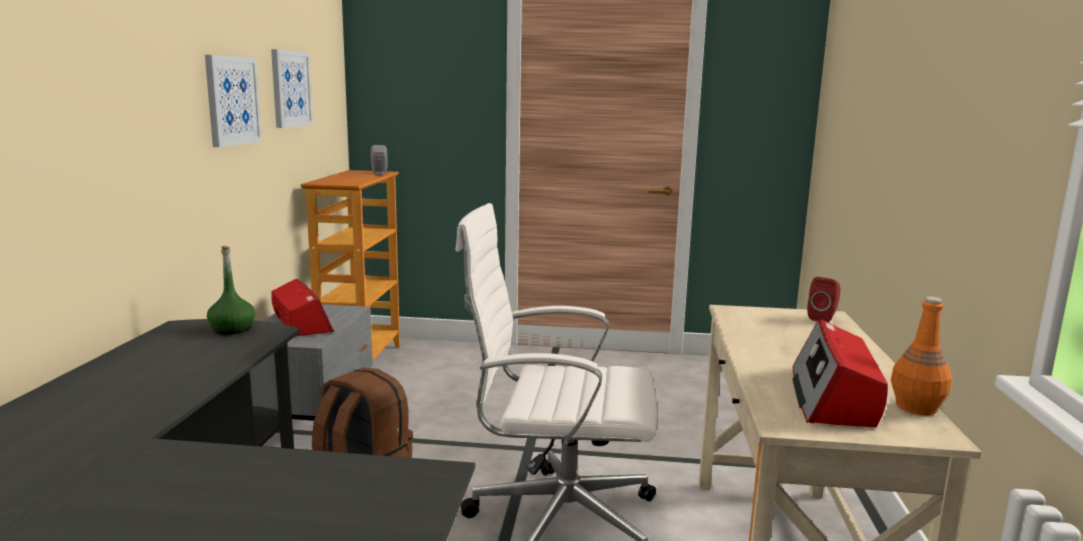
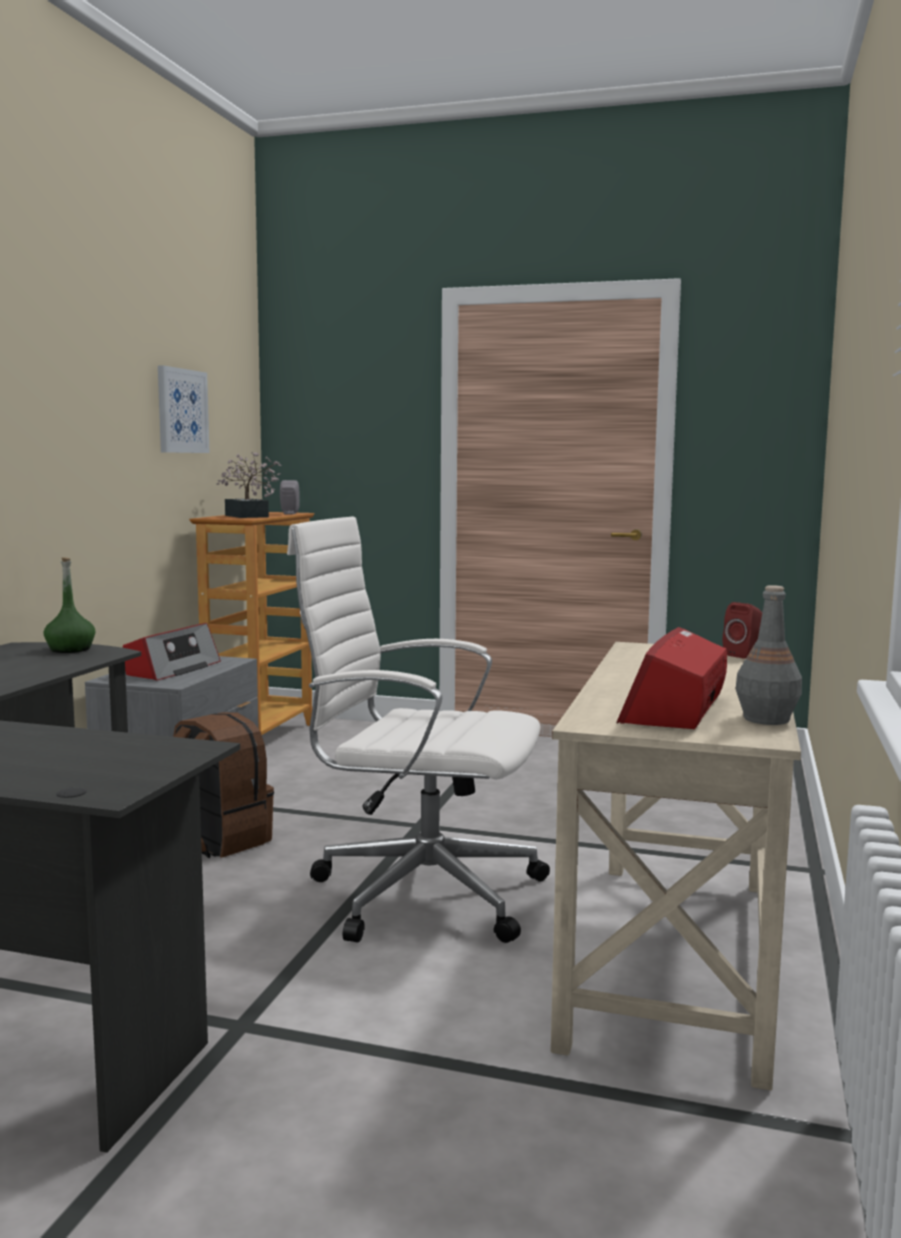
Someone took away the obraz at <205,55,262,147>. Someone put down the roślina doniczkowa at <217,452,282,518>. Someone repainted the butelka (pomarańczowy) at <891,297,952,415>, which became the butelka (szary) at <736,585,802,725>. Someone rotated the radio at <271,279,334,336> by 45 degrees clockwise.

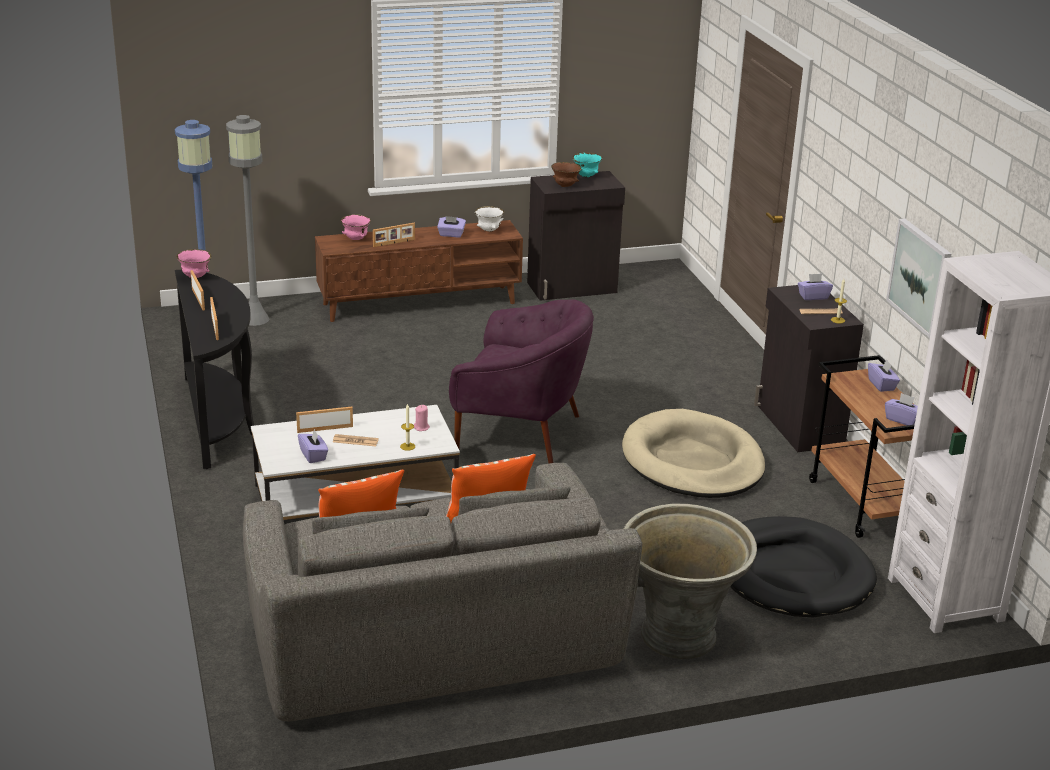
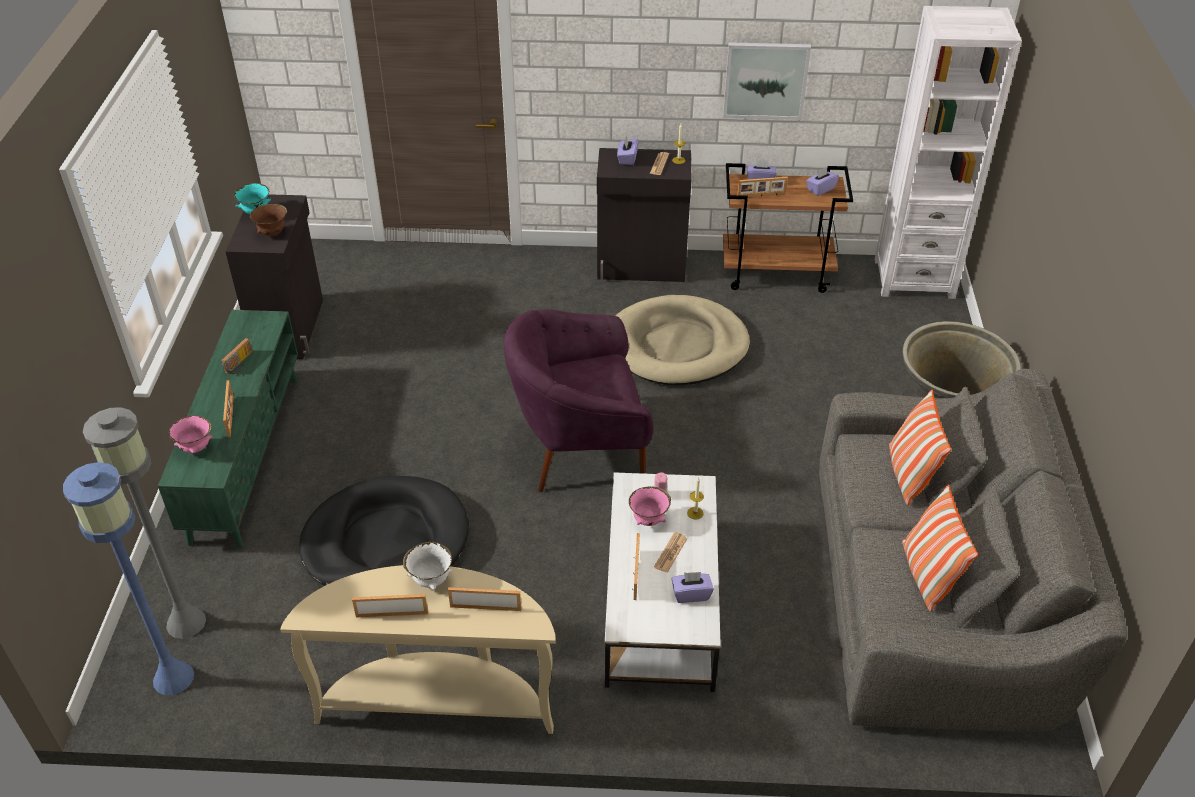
Someone put down the ramka na zdjęcie at <738,177,788,197>. Someone carried the miska (różowy) from <176,249,211,278> to <629,487,671,526>. Someone carried the miska (biały) from <475,206,504,232> to <403,542,452,590>. Someone carried the legowisko (czarny) from <731,516,877,617> to <300,476,469,586>. Someone swapped the pudełko chusteczek (fioletowy) at <437,216,466,237> for the radio at <221,338,252,374>. Someone repainted the stolik konsolowy (czarny) at <175,270,254,469>, which became the stolik konsolowy (beżowy) at <280,565,556,734>. Someone repainted the szafka pod telewizor (brązowy) at <315,220,523,322>, which became the szafka pod telewizor (zielony) at <158,310,298,548>. Someone rotated the fotel (fioletowy) at <449,299,594,463> by 135 degrees counterclockwise.

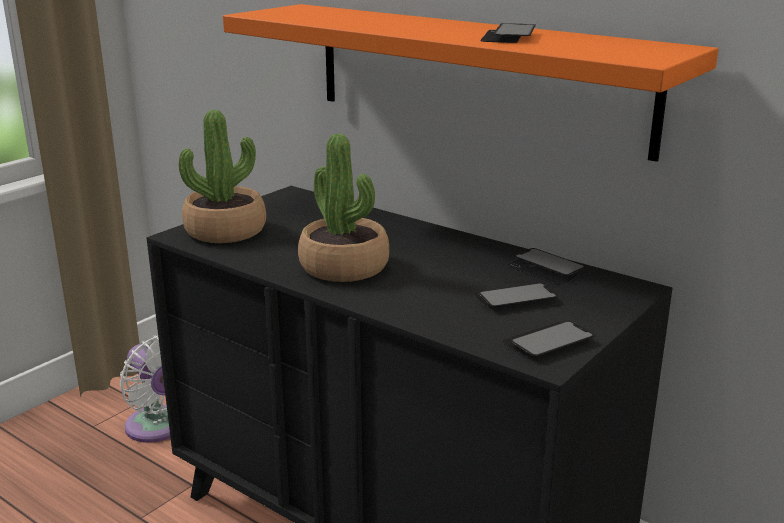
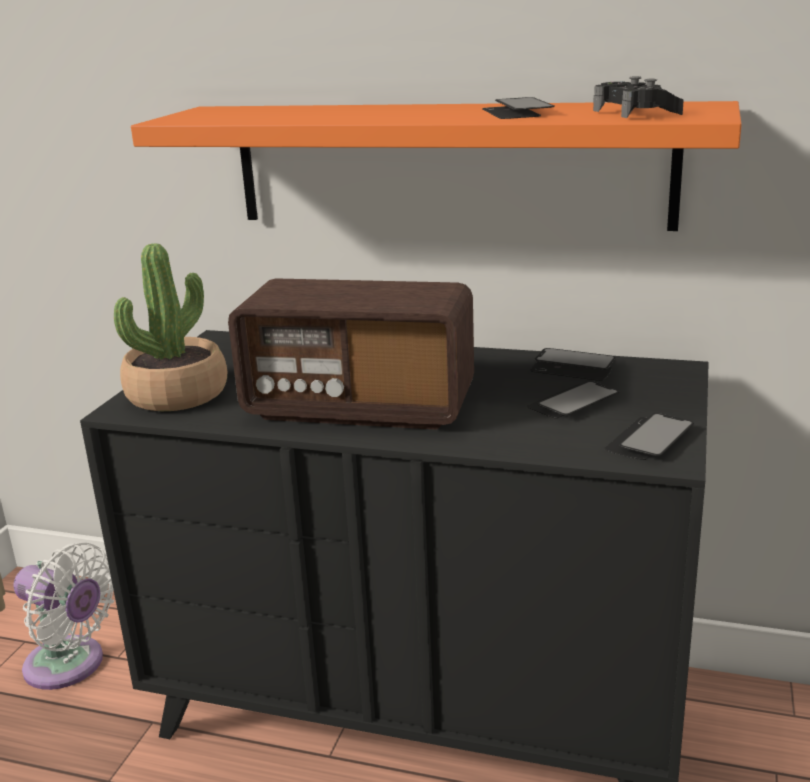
Someone put down the pad do gier (czarny) at <593,76,684,118>. Someone swapped the roślina doniczkowa at <298,134,389,282> for the radio at <228,278,474,430>.

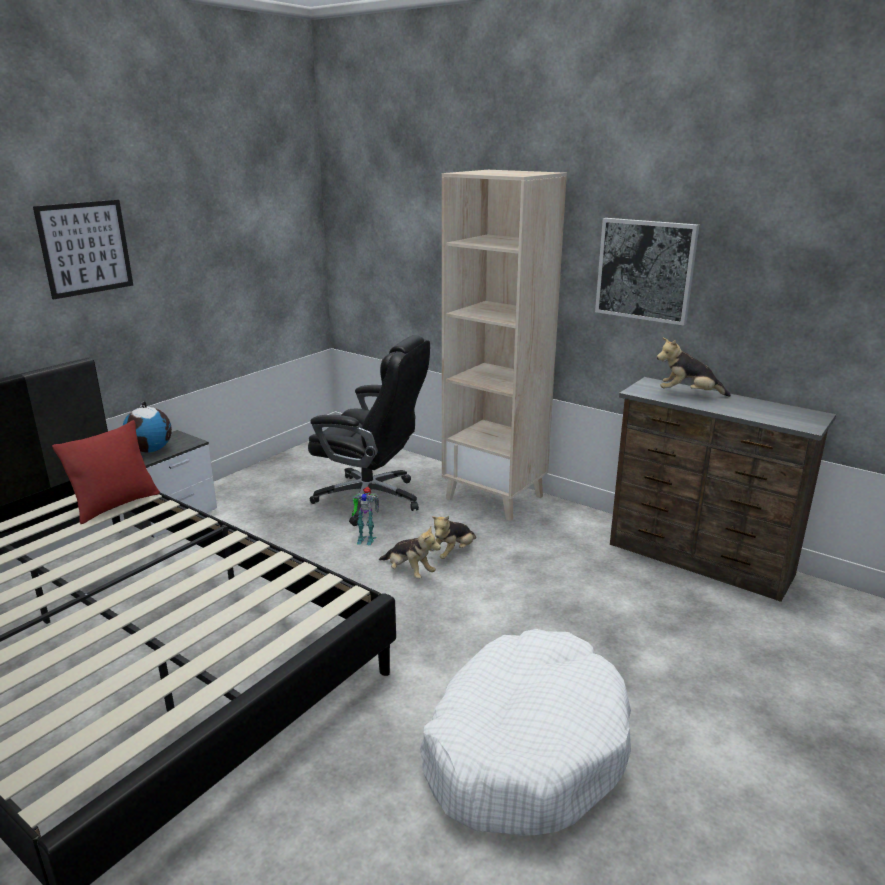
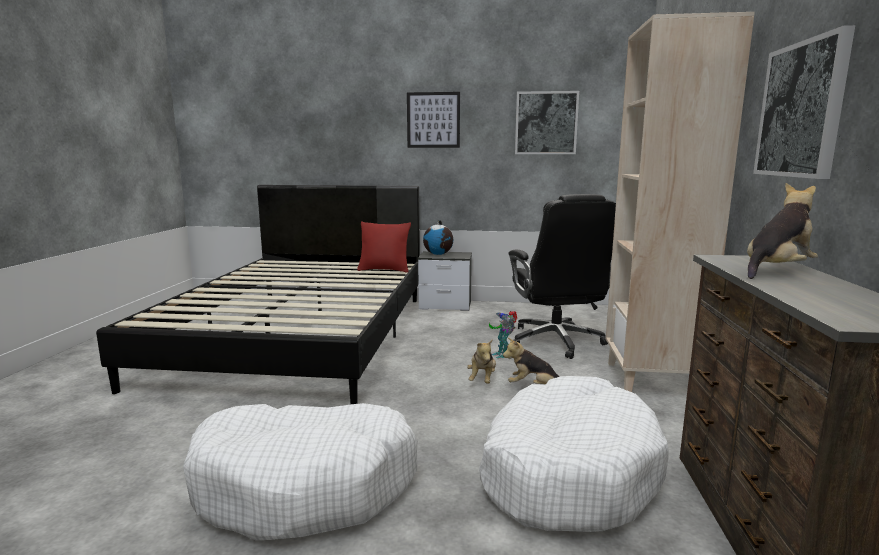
Someone put down the legowisko (biały) at <479,376,669,532>. Someone put up the obraz at <515,91,579,154>. Someone rotated the pluszak at <657,338,731,397> by 75 degrees clockwise.

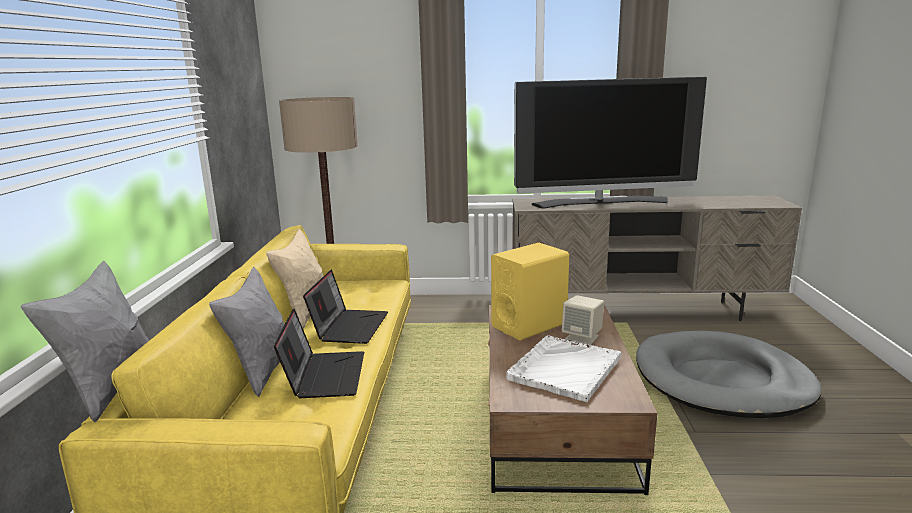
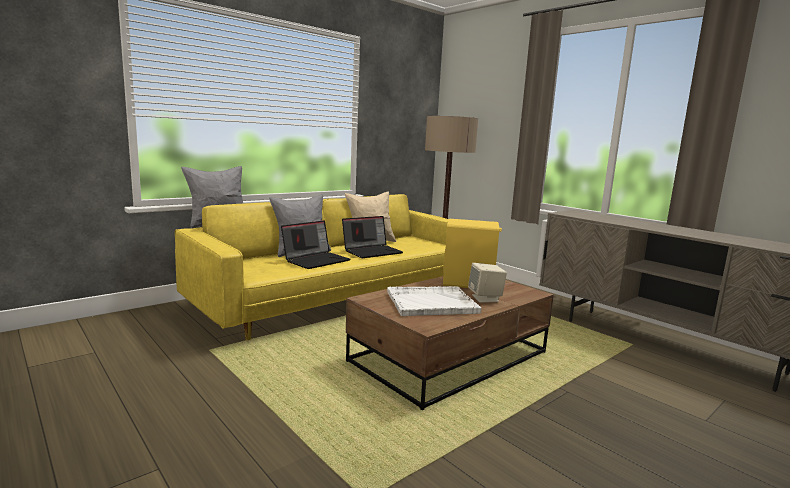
Someone took away the telewizor at <514,77,707,208>. Someone took away the legowisko (szary) at <636,331,821,418>.

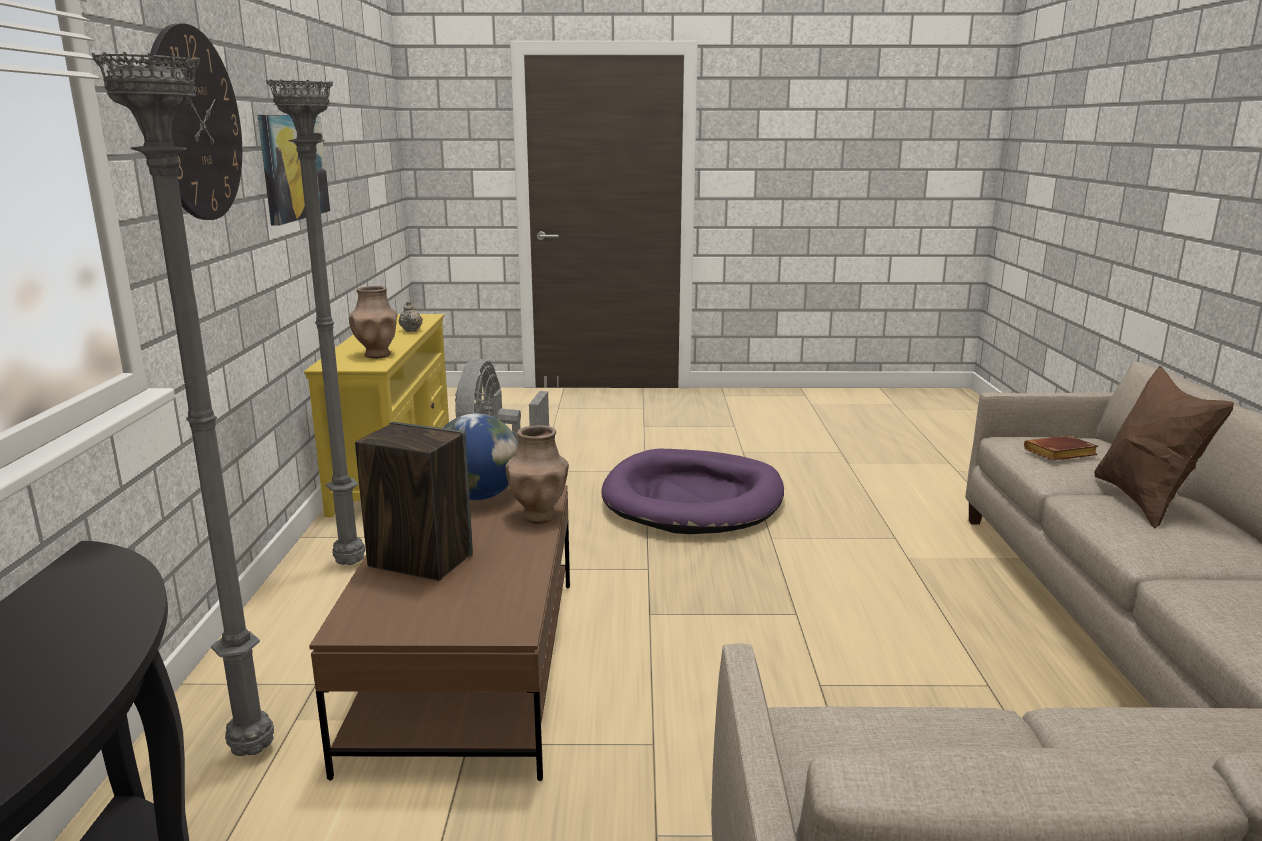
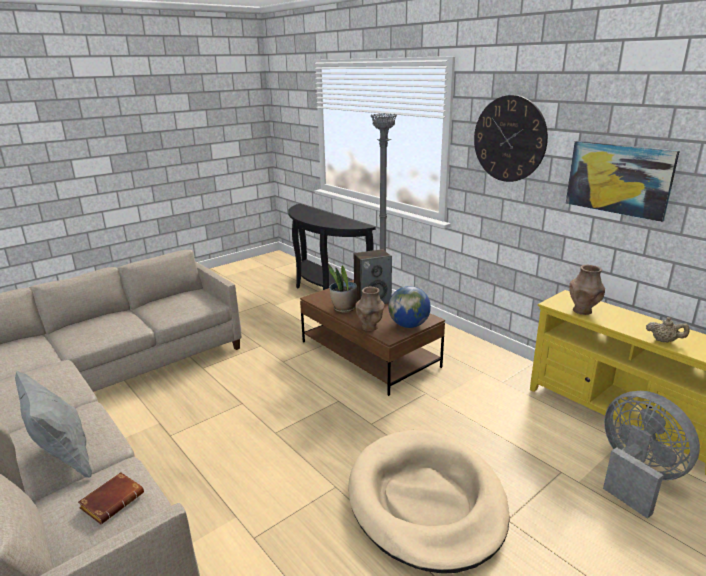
Someone took away the lampa stojąca (szary) at <266,79,366,565>. Someone put down the roślina doniczkowa at <328,264,357,313>. Someone repainted the legowisko (fioletowy) at <602,449,784,534>, which became the legowisko (beżowy) at <348,430,510,574>. Someone repainted the poduszka (brązowy) at <1094,366,1234,528>, which became the poduszka (szary) at <15,371,92,478>.

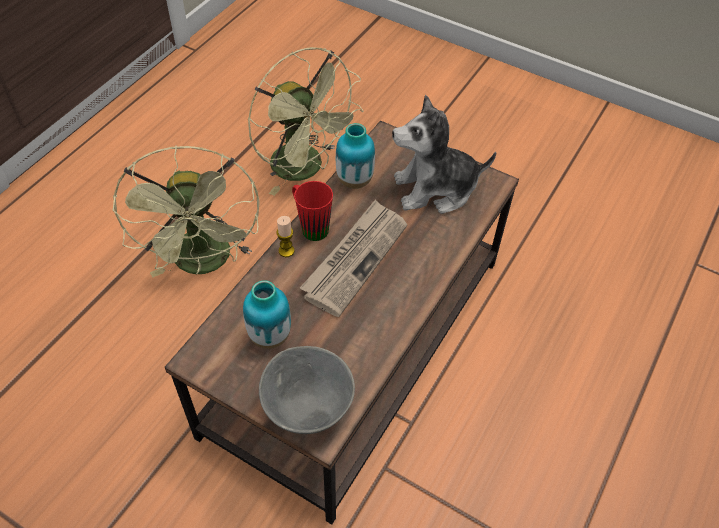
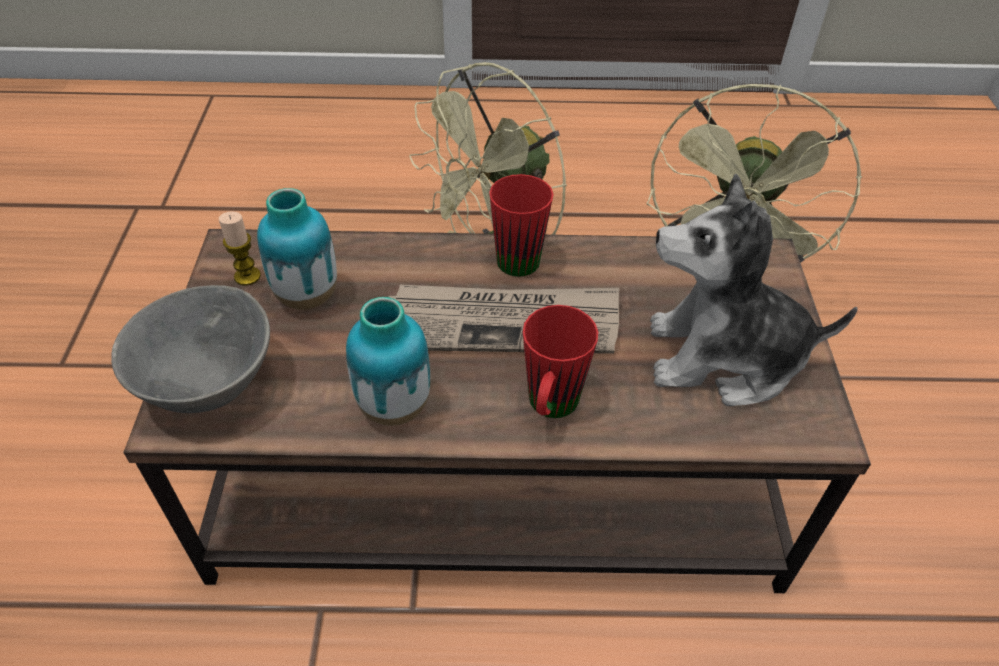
Someone put down the kubek (czerwony) at <523,305,598,418>. Someone carried the świeca from <276,216,295,257> to <219,211,261,286>. Someone carried the wazon from <336,123,375,189> to <346,297,430,426>. Someone rotated the pluszak at <392,95,496,214> by 45 degrees counterclockwise.

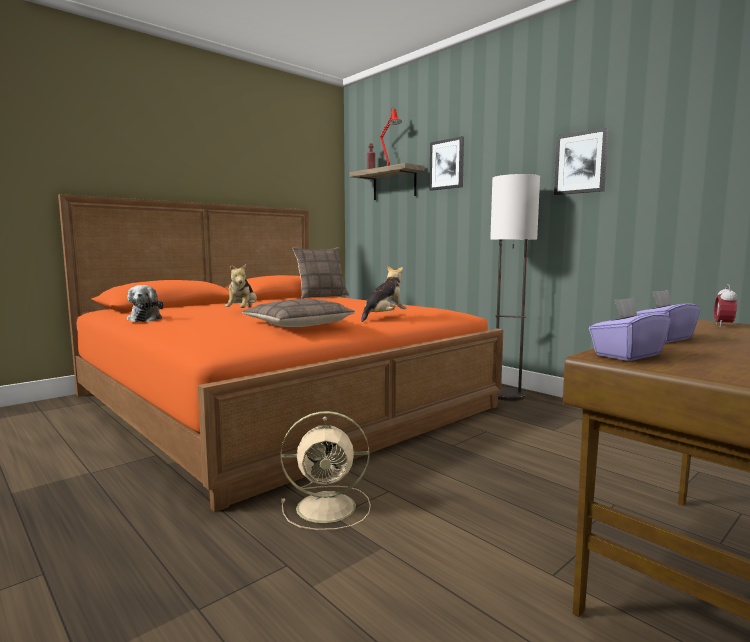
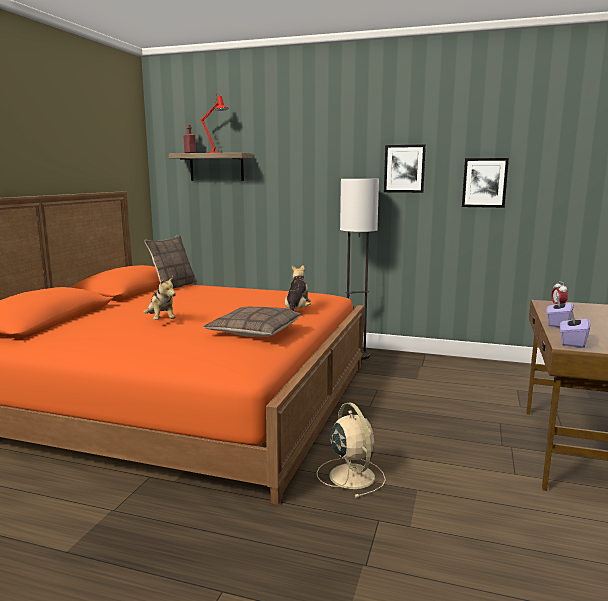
Someone took away the pluszak at <127,285,164,322>. Someone carried the obraz from <429,136,464,191> to <462,158,509,208>. Someone rotated the wentylator (beżowy) at <280,411,371,530> by 75 degrees counterclockwise.

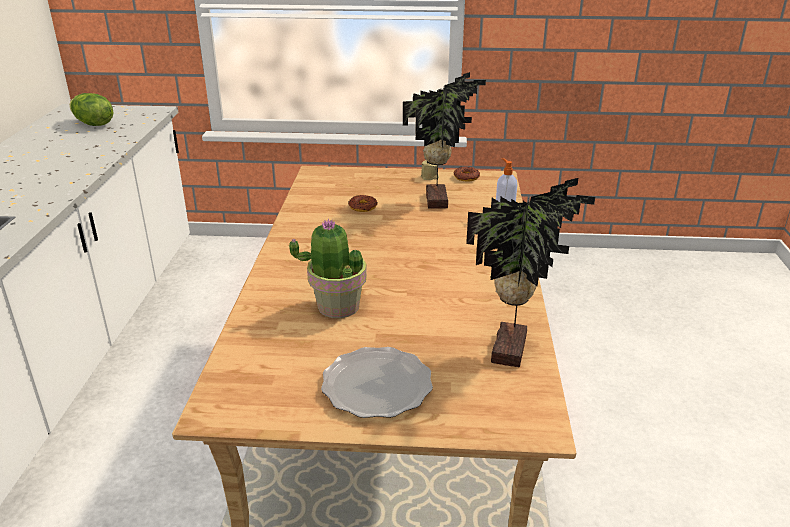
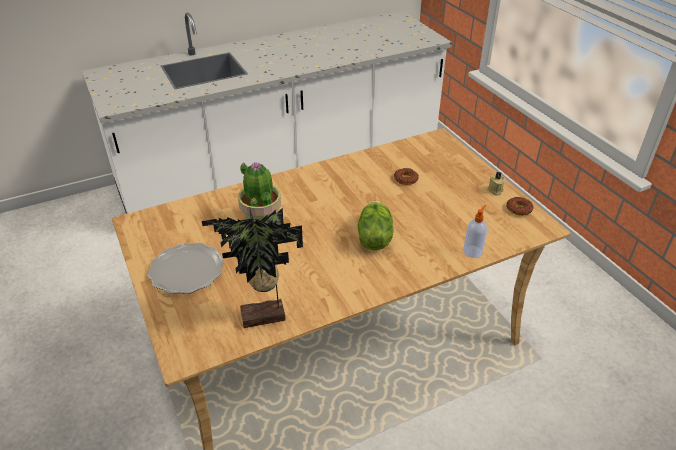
Someone took away the roślina doniczkowa at <403,72,486,209>. Someone carried the sałata from <69,93,113,126> to <358,201,393,250>.

